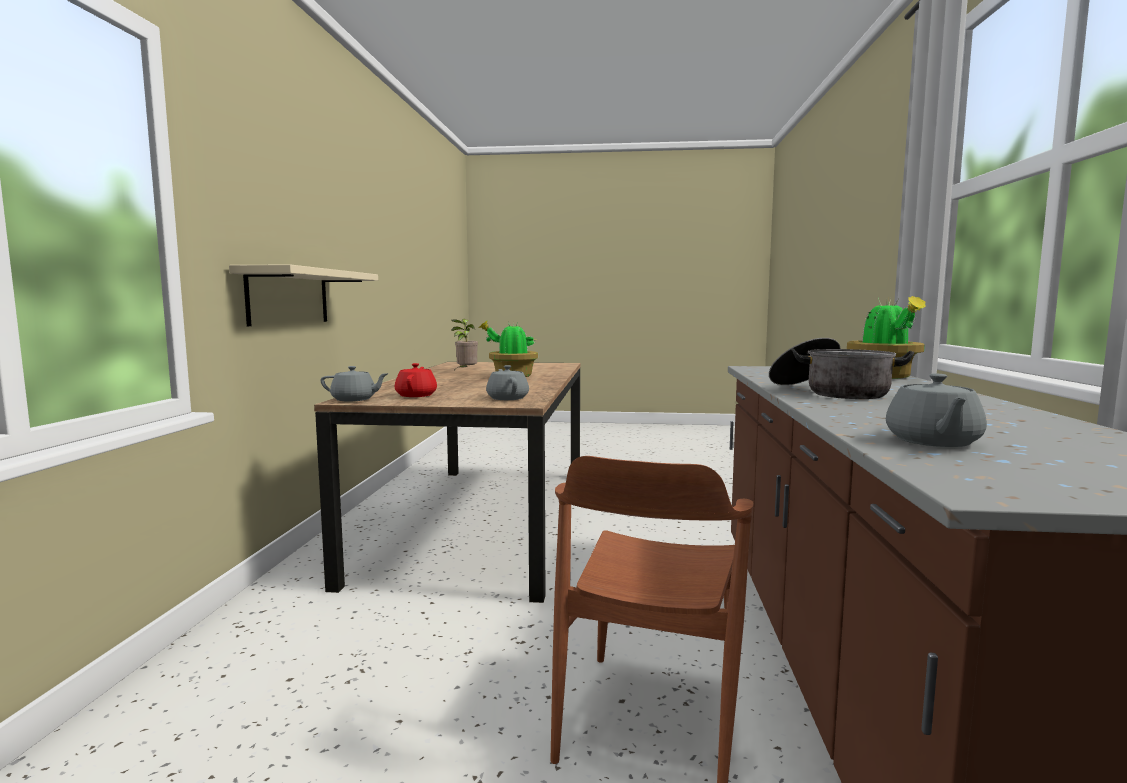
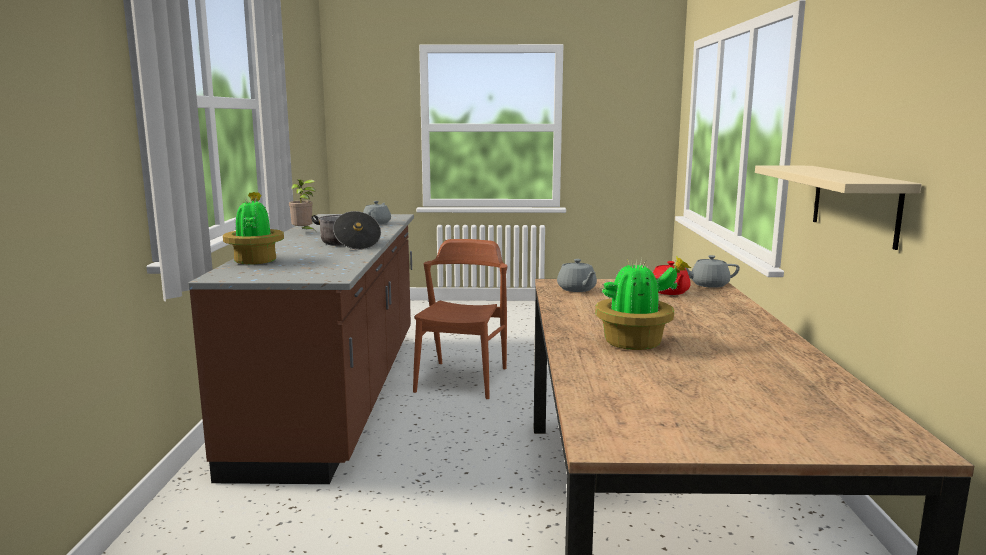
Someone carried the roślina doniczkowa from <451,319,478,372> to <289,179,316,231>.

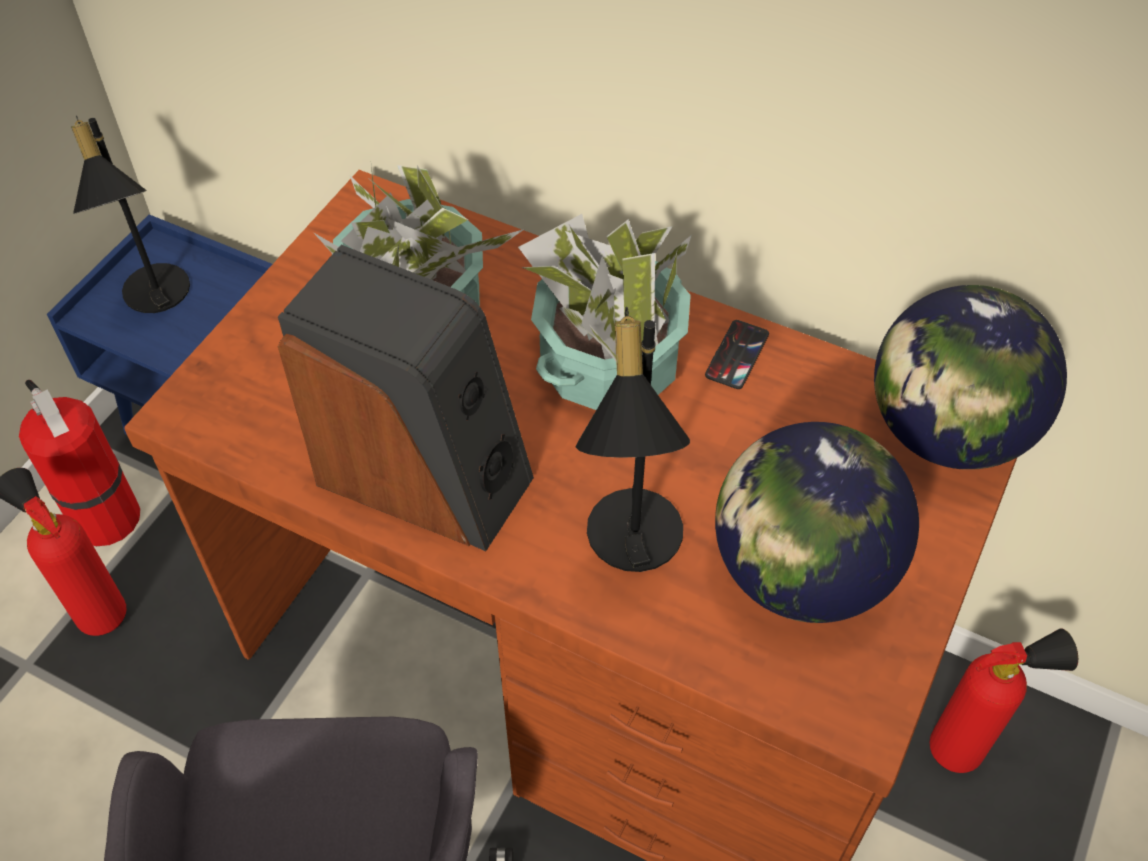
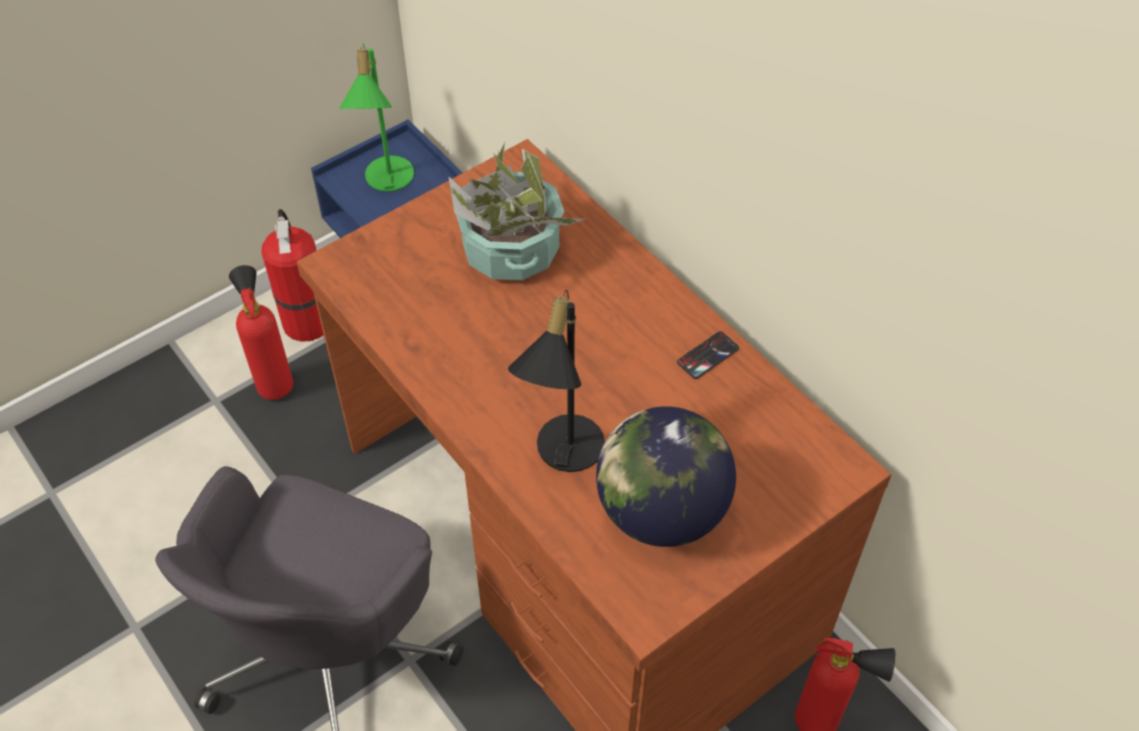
Someone took away the głośnik at <278,245,534,551>. Someone took away the roślina doniczkowa at <518,214,692,410>. Someone took away the globus at <874,285,1067,470>. Someone repainted the lampa stołowa (czarny) at <71,116,190,313>, which became the lampa stołowa (zielony) at <339,43,414,192>.

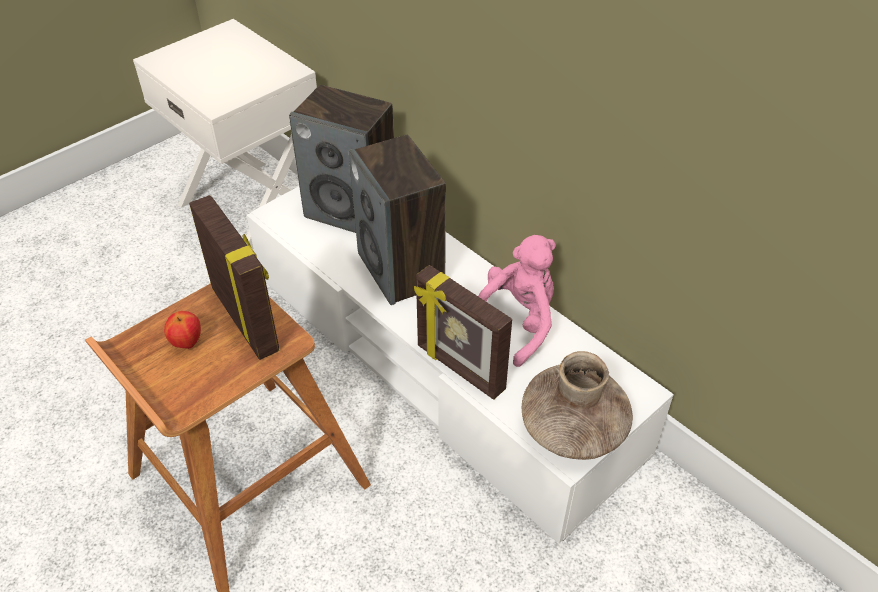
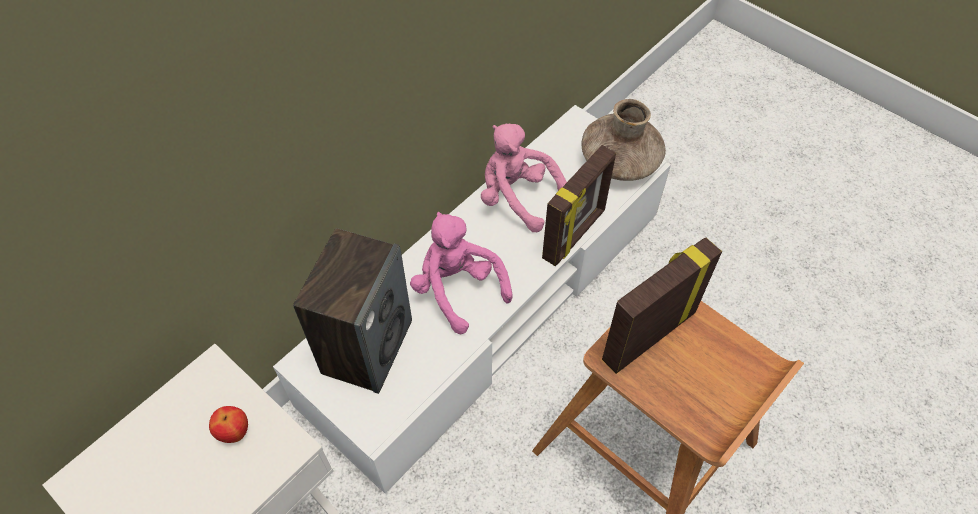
Someone carried the jabłko from <164,311,201,349> to <209,406,248,443>. Someone swapped the głośnik at <349,135,446,305> for the pluszak (różowy) at <410,212,513,334>.

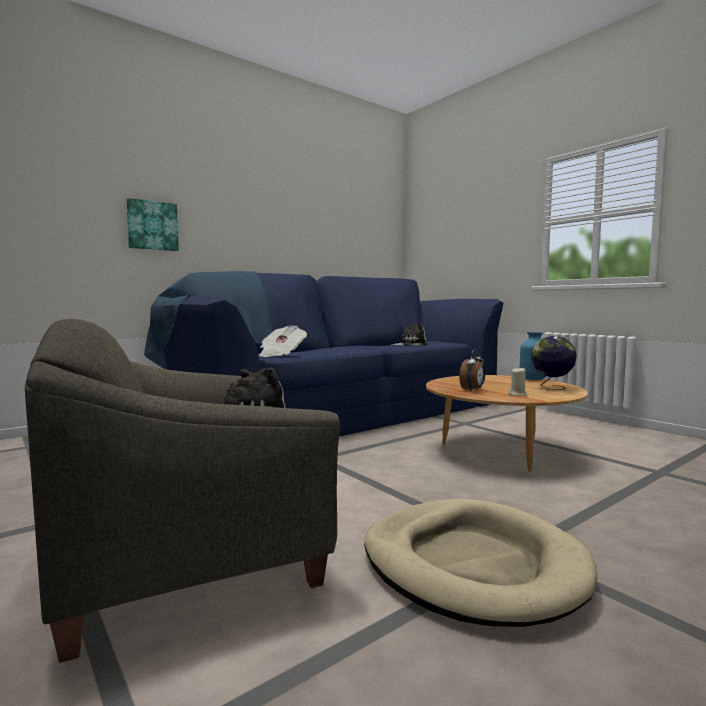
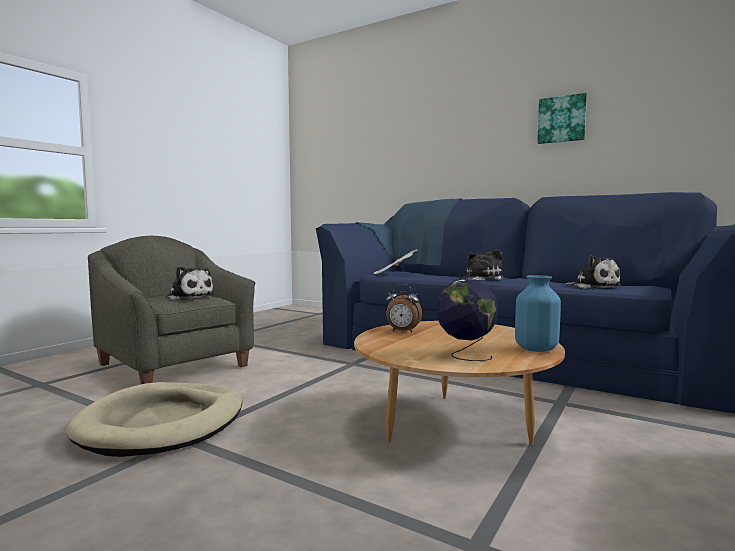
Someone took away the świeca (beżowy) at <509,367,527,396>. Someone put down the pluszak at <463,250,503,280>. Someone carried the obraz from <126,198,179,251> to <537,93,587,144>.

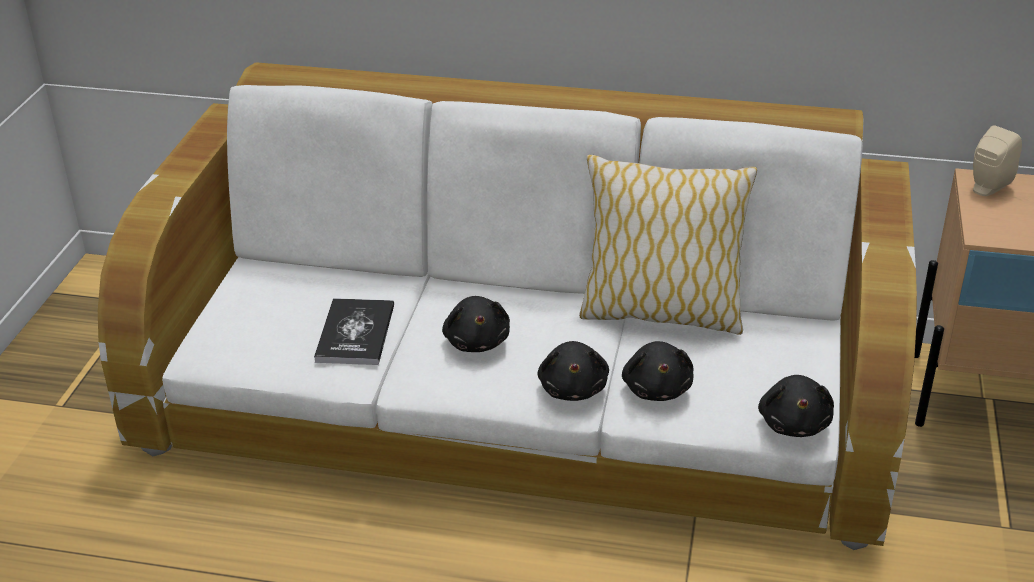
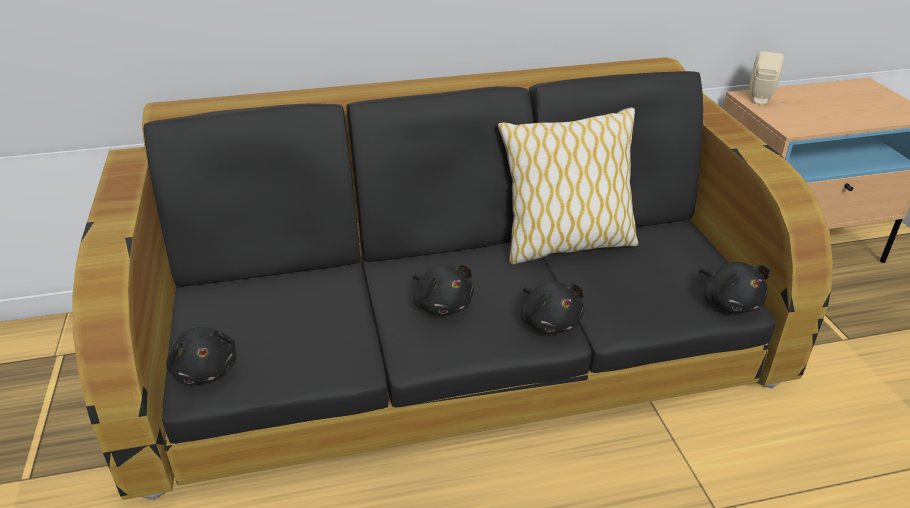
Someone took away the książka at <314,298,394,365>. Someone carried the pluszak (czarny) from <622,341,694,401> to <166,327,236,386>. Someone repainted the kanapa (biały) at <98,62,917,550>, which became the kanapa (czarny) at <72,57,833,500>.

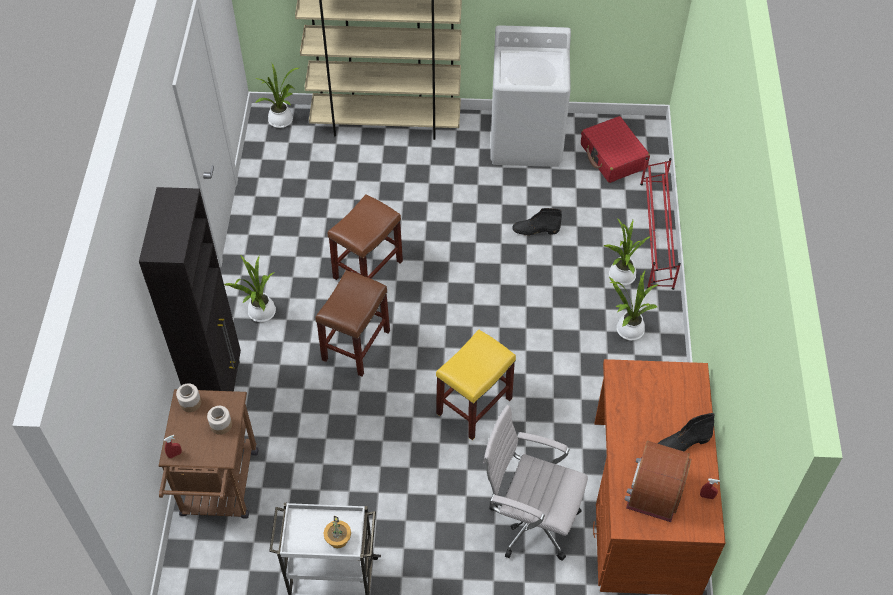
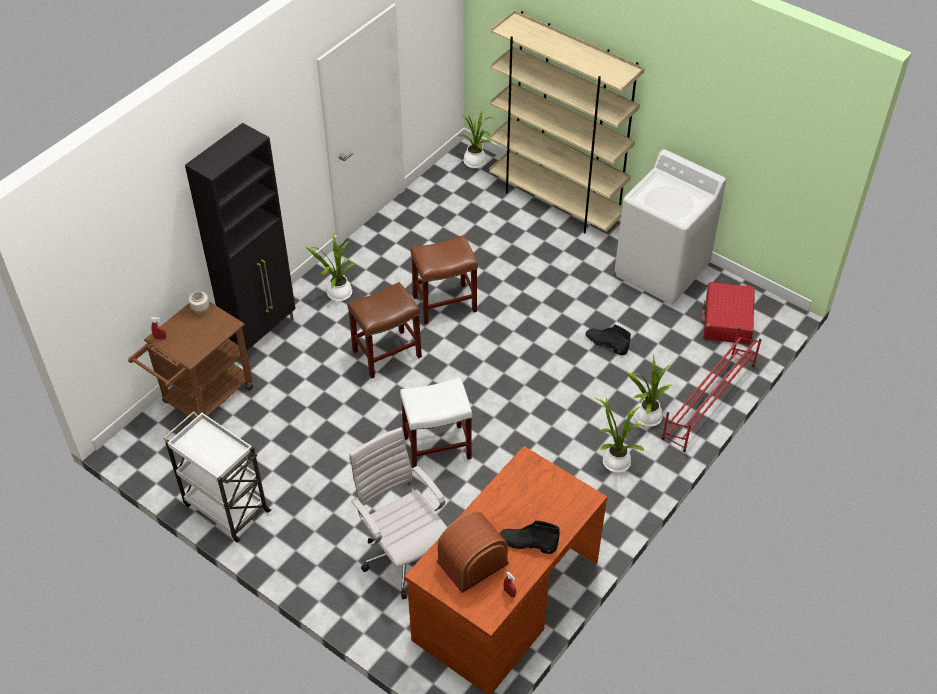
Someone took away the słoik at <207,406,232,435>. Someone took away the roślina doniczkowa at <324,516,351,548>. Someone repainted the stołek (żółty) at <436,330,516,440>, which became the stołek (biały) at <400,378,472,468>.

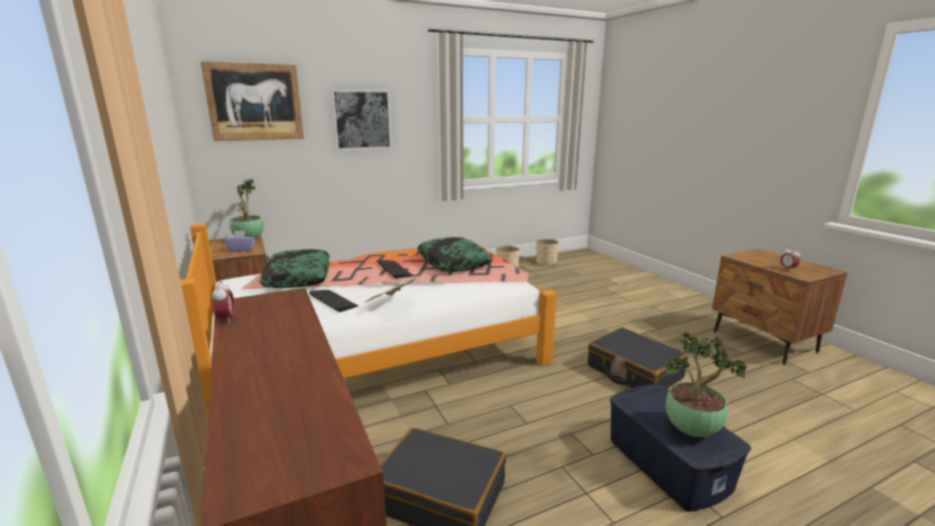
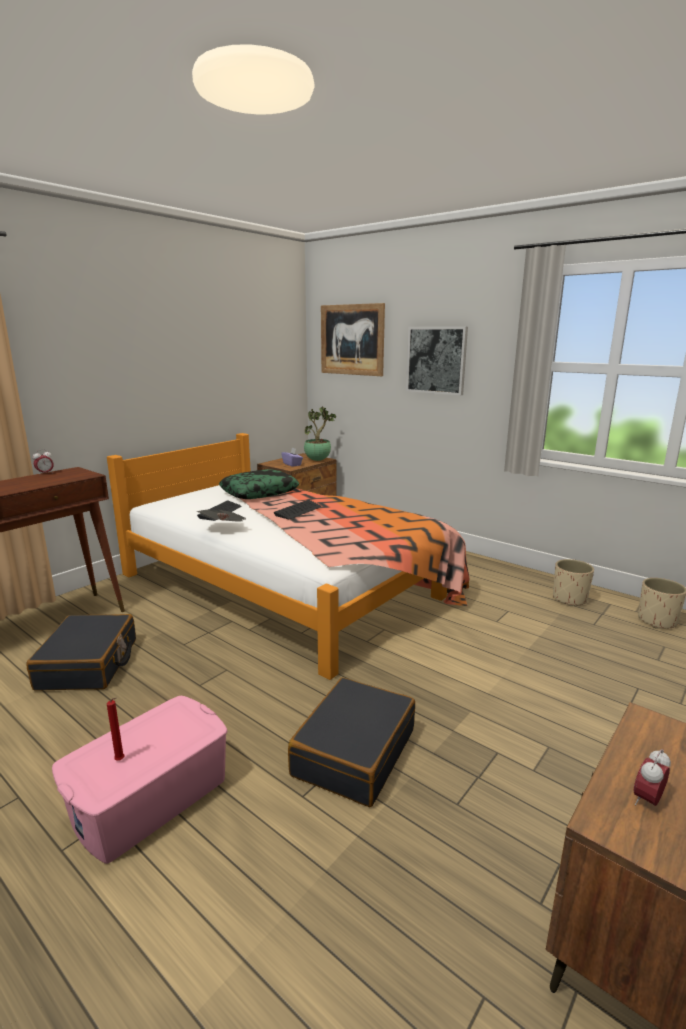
Someone took away the poduszka at <418,237,492,272>. Someone swapped the roślina doniczkowa at <664,332,748,437> for the świeca (czerwony) at <107,698,124,761>. Someone repainted the pojemnik do przechowywania (niebieski) at <610,384,751,512>, which became the pojemnik do przechowywania (różowy) at <52,696,228,864>.

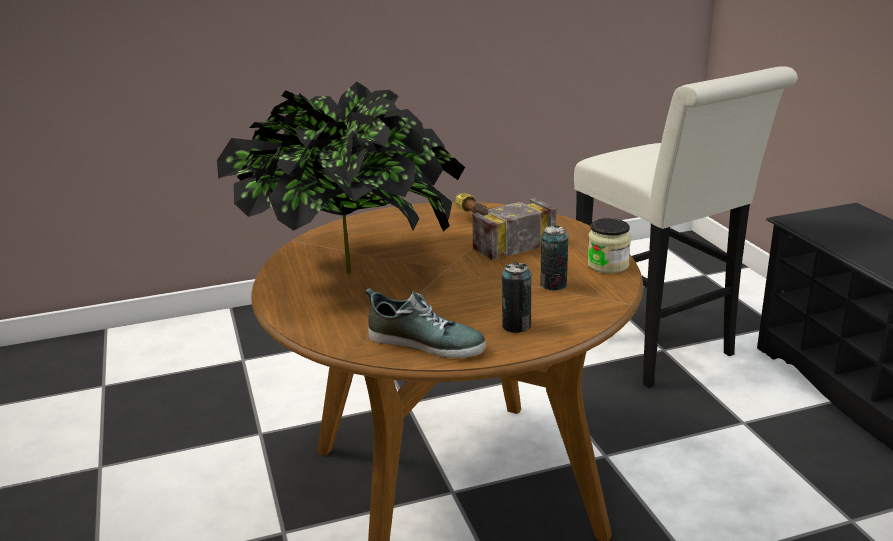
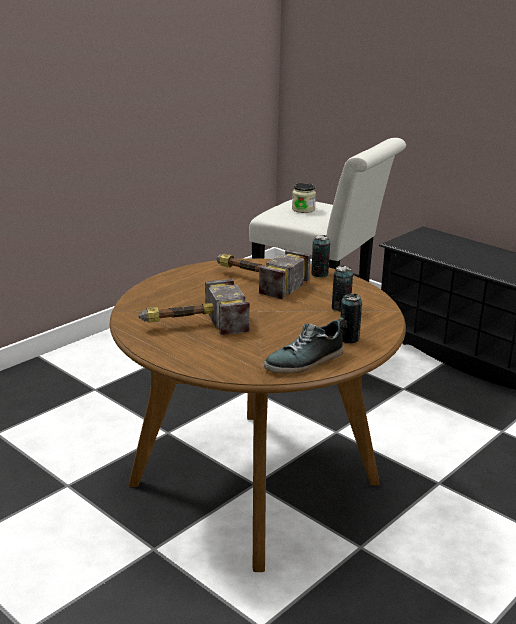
Someone put down the puszka at <311,235,330,277>. Someone carried the słoik from <587,218,631,273> to <292,183,316,213>. Someone swapped the roślina doniczkowa at <217,81,465,274> for the młotek at <138,279,250,335>. Someone rotated the but at <365,288,486,358> by 150 degrees clockwise.

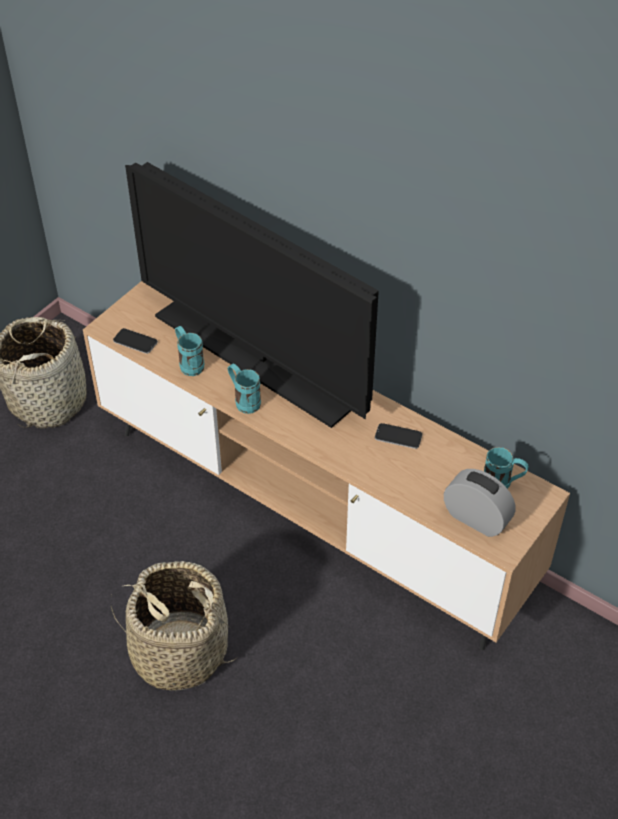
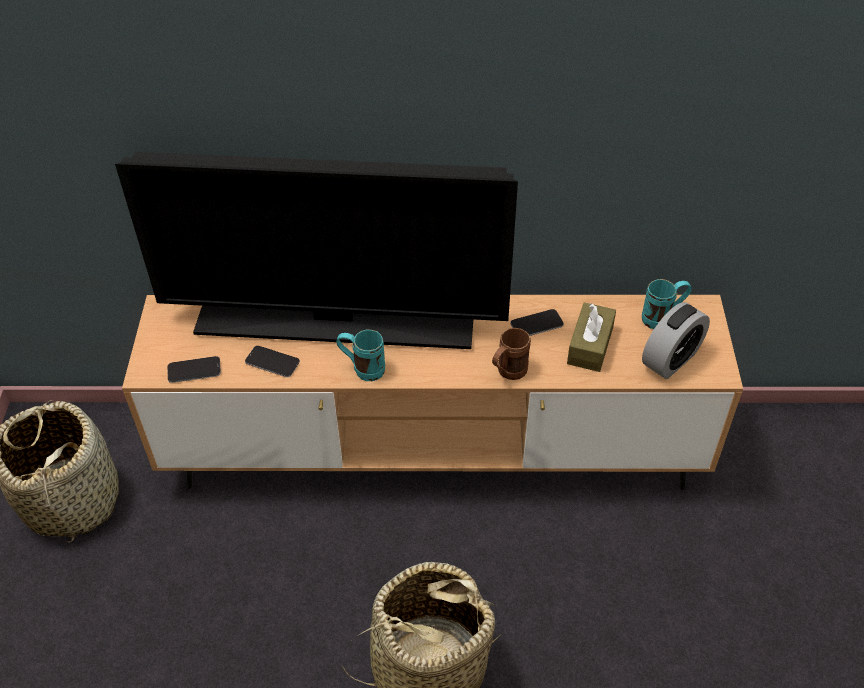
Someone put down the kubek (brązowy) at <492,328,531,380>. Someone put down the pudełko chusteczek (brązowy) at <567,302,616,372>. Someone swapped the kubek (turkusowy) at <175,326,204,376> for the telefon at <245,346,300,377>. Someone rotated the budzik at <444,469,516,537> by 135 degrees clockwise.

